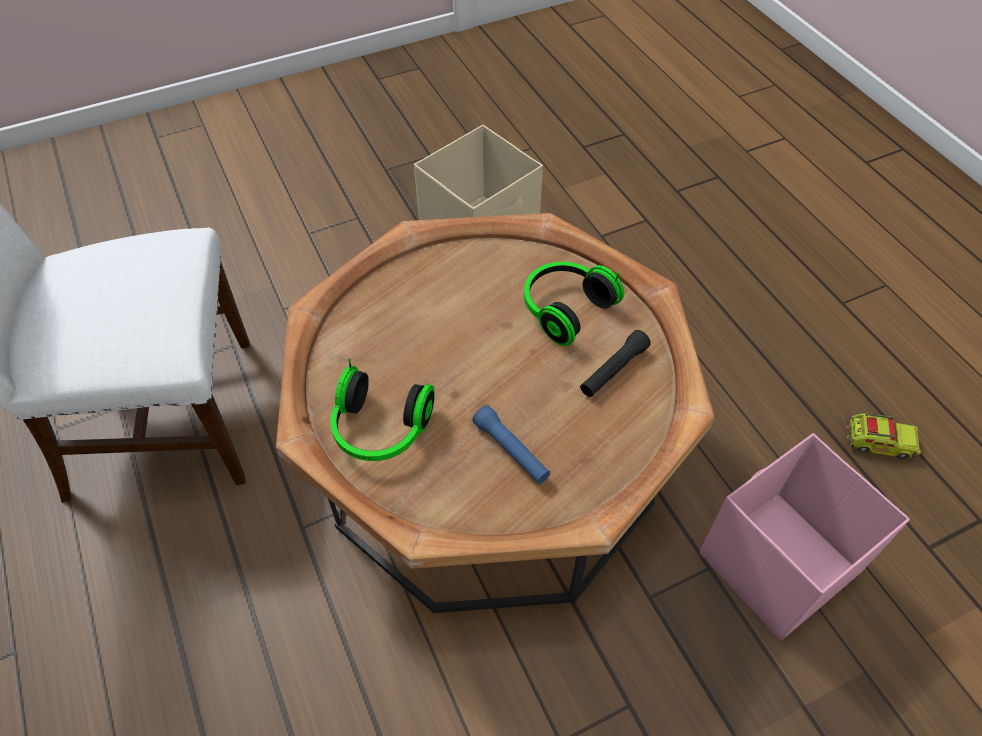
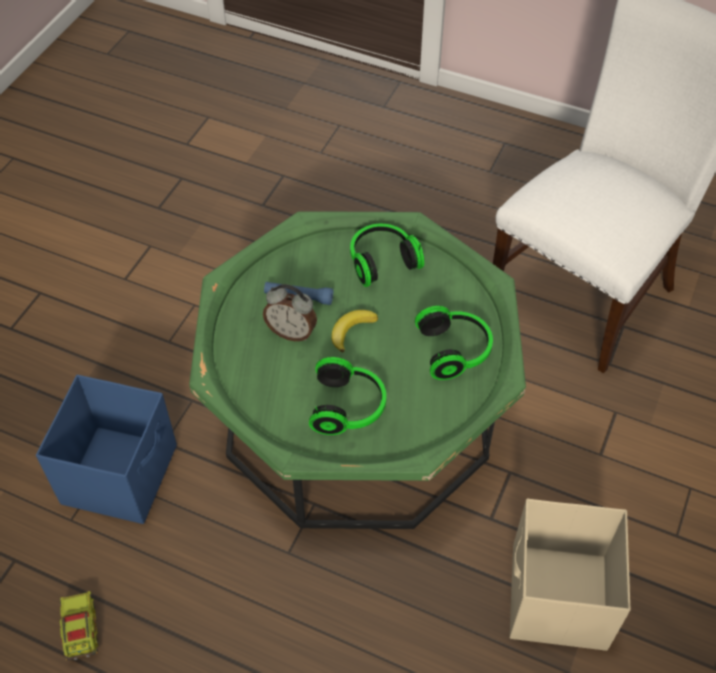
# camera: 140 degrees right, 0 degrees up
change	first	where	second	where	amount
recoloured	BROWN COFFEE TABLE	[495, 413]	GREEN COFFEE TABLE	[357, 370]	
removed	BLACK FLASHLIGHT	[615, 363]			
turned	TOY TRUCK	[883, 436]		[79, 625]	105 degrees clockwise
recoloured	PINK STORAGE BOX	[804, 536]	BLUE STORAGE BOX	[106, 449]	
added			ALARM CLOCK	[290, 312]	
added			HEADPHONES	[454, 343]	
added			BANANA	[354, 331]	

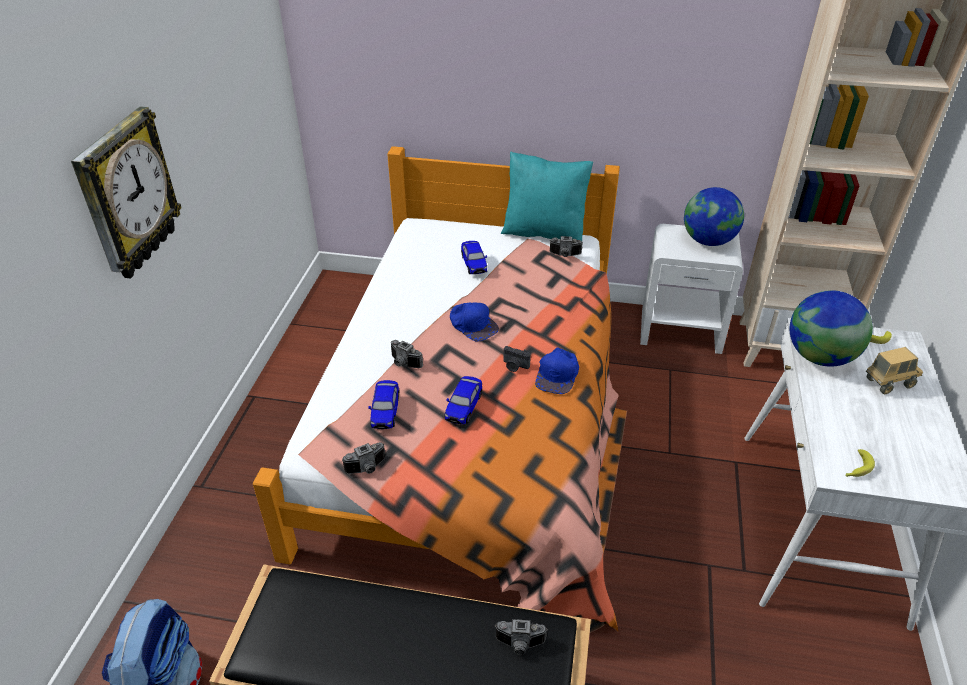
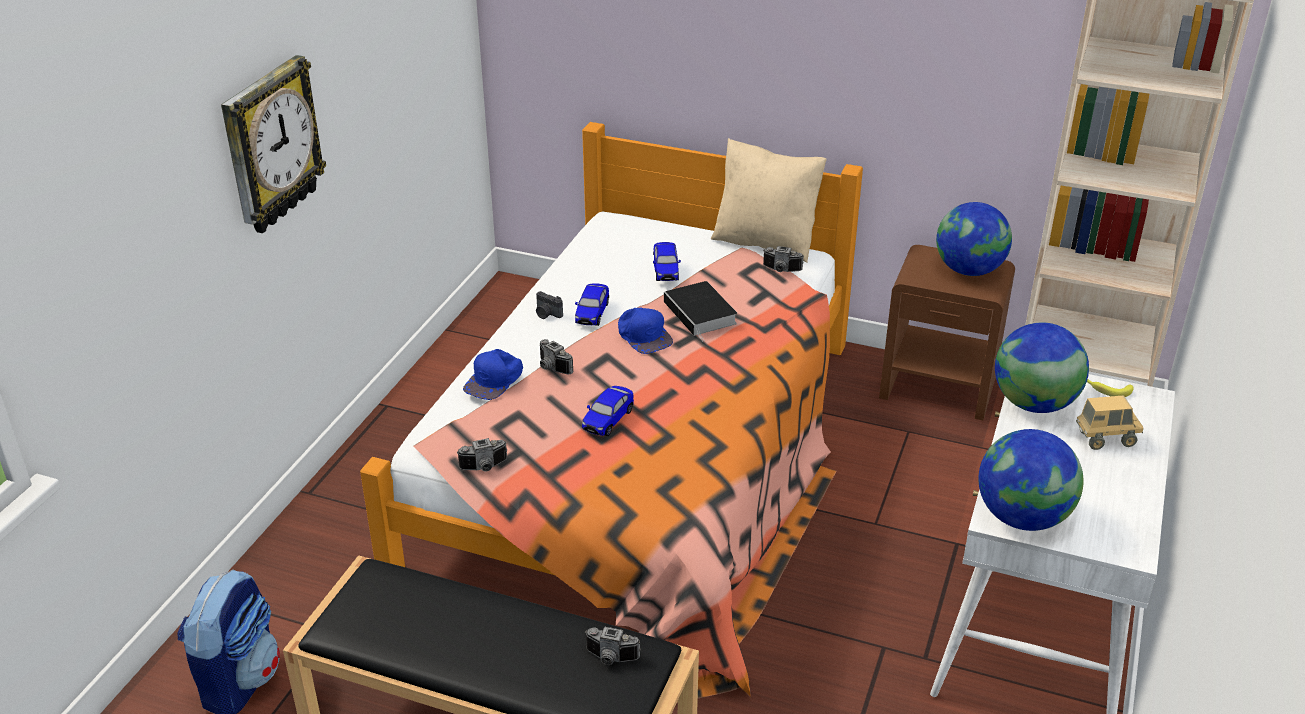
# camera: 10 degrees right, 5 degrees down
change	first	where	second	where	amount
recoloured	TURQUOISE PILLOW	[547, 196]	BEIGE PILLOW	[769, 200]	
recoloured	WHITE NIGHTSTAND	[691, 289]	BROWN NIGHTSTAND	[947, 332]	
moved	PHOTO CAMERA	[517, 359]		[549, 305]	
moved	BLUE CAP	[557, 371]		[493, 374]	
moved	TOY CAR	[383, 404]		[592, 304]	
replaced	BANANA	[860, 463]	GLOBE	[1031, 480]	
added			BOOK	[700, 311]	

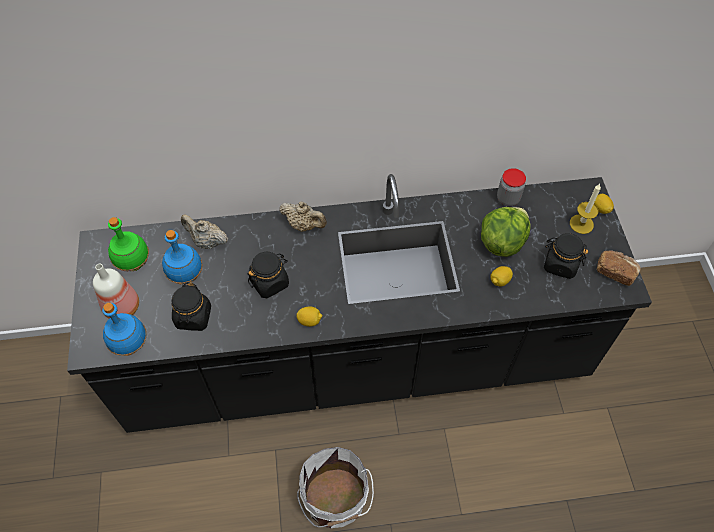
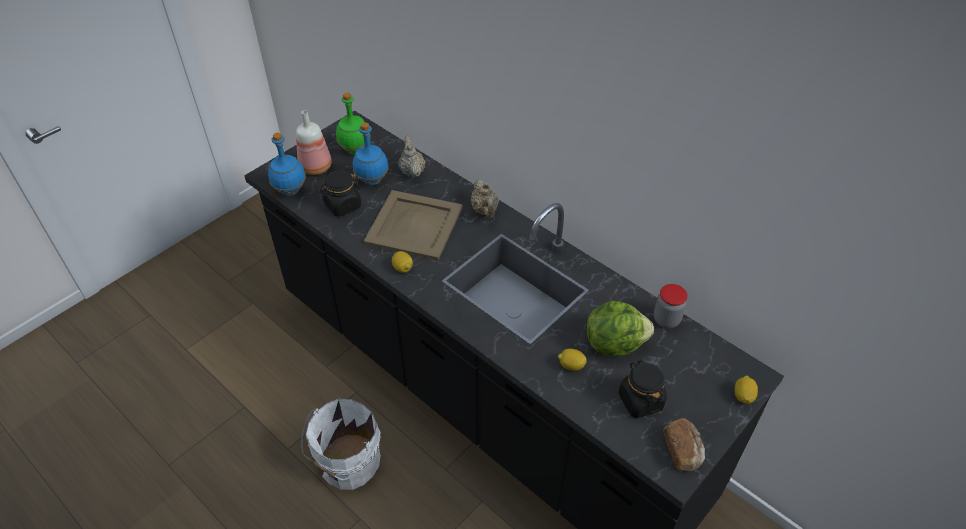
# camera: 50 degrees right, 10 degrees down
change	first	where	second	where	amount
removed	CANDLE	[585, 209]			
replaced	BLACK JAR	[268, 275]	BEIGE TRAY	[413, 225]	

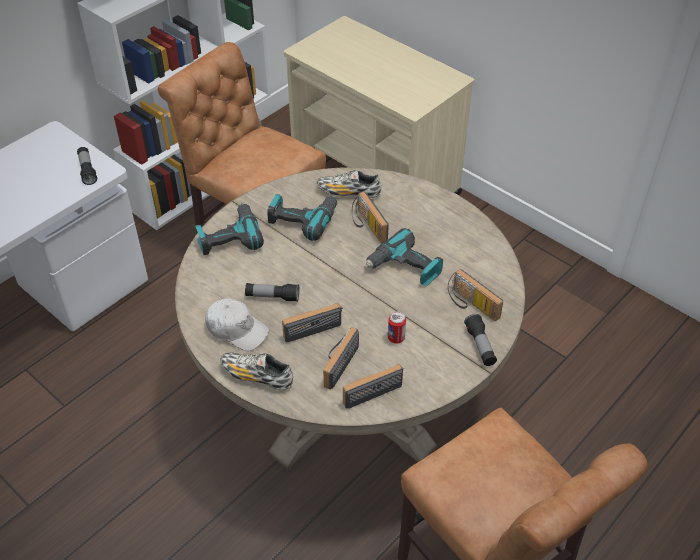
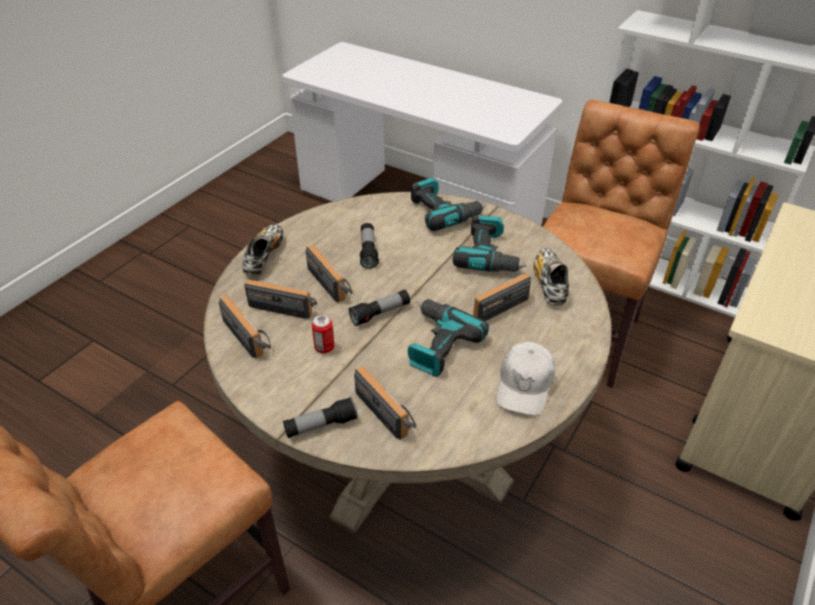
# camera: 80 degrees right, 5 degrees down
change	first	where	second	where	amount
moved	FLASHLIGHT	[87, 166]		[379, 308]	
turned	RADIO	[475, 295]		[385, 403]	105 degrees clockwise
moved	WHITE CAP	[237, 324]		[525, 379]	

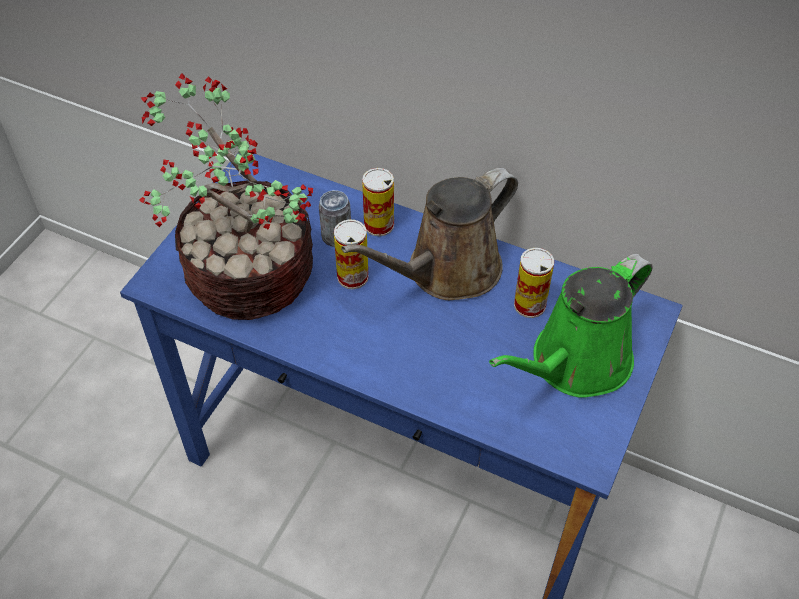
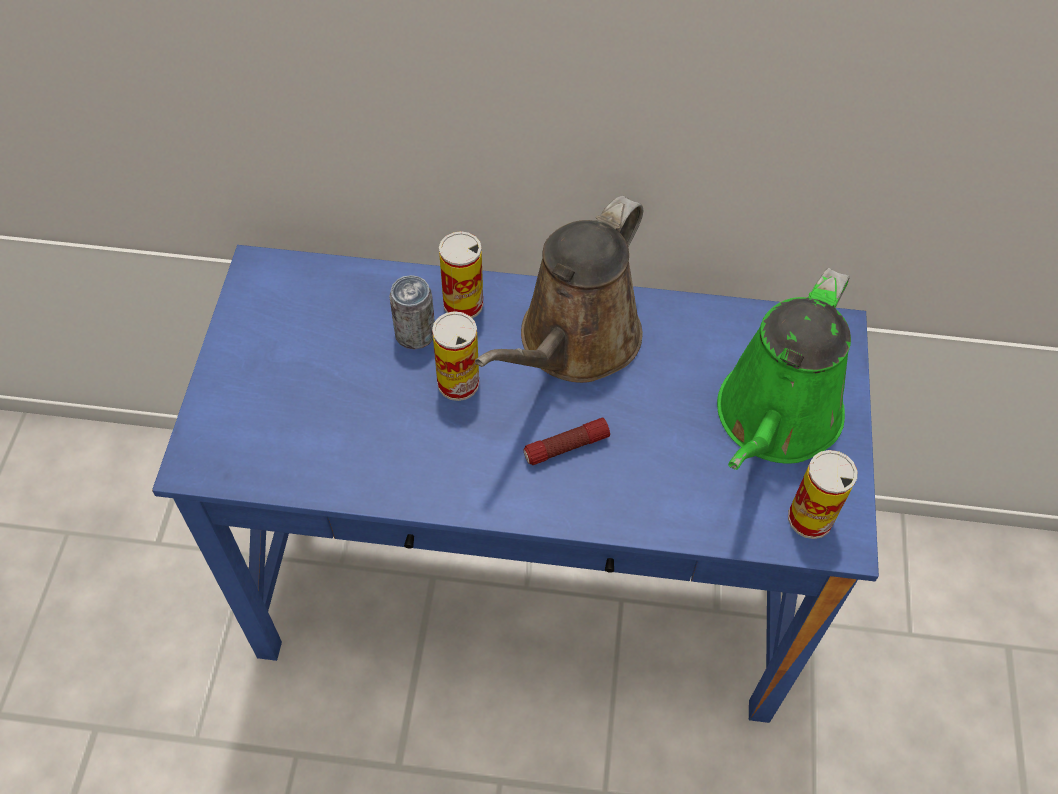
# camera: 20 degrees left, 5 degrees up
change	first	where	second	where	amount
removed	POTTED PLANT	[226, 196]			
moved	CAN	[534, 283]		[822, 494]	
added			FLASHLIGHT	[567, 441]	

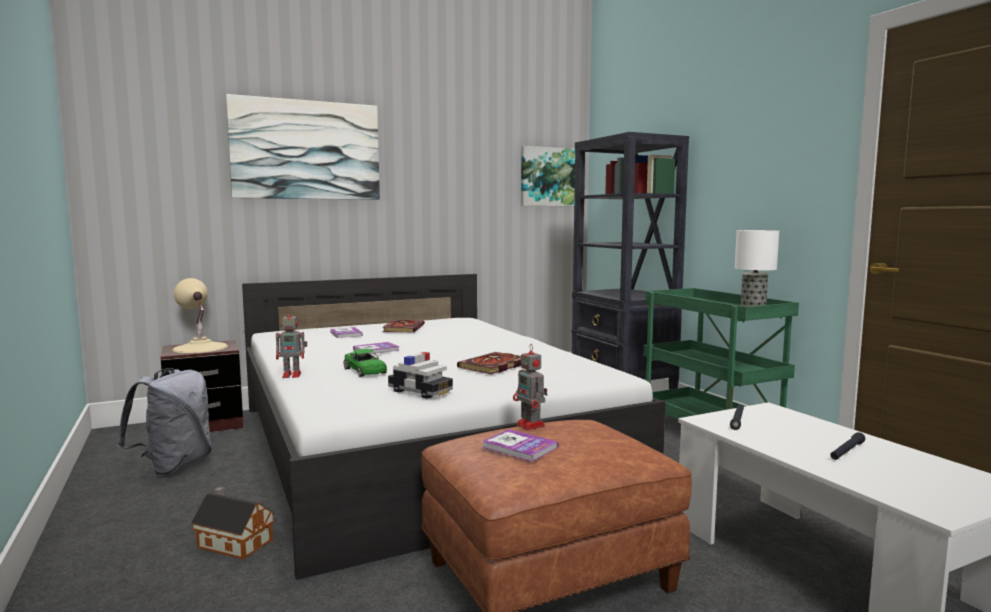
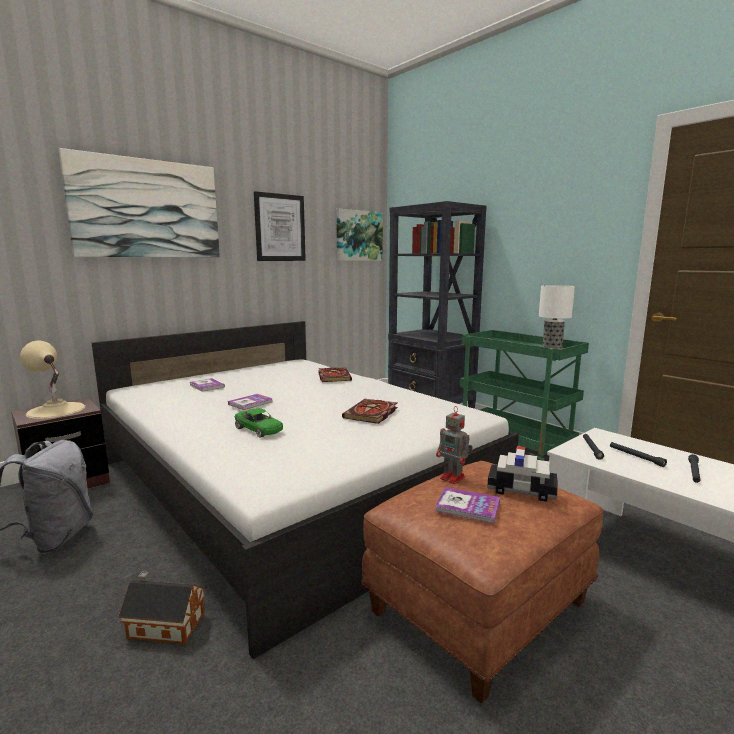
# camera: 15 degrees left, 5 degrees up
change	first	where	second	where	amount
removed	TOY ROBOT	[292, 343]			
moved	BOOK	[403, 326]		[335, 374]	
moved	TOY CAR	[420, 375]		[522, 474]	
added			PICTURE	[280, 226]	
added			BLACK FLASHLIGHT	[638, 454]	

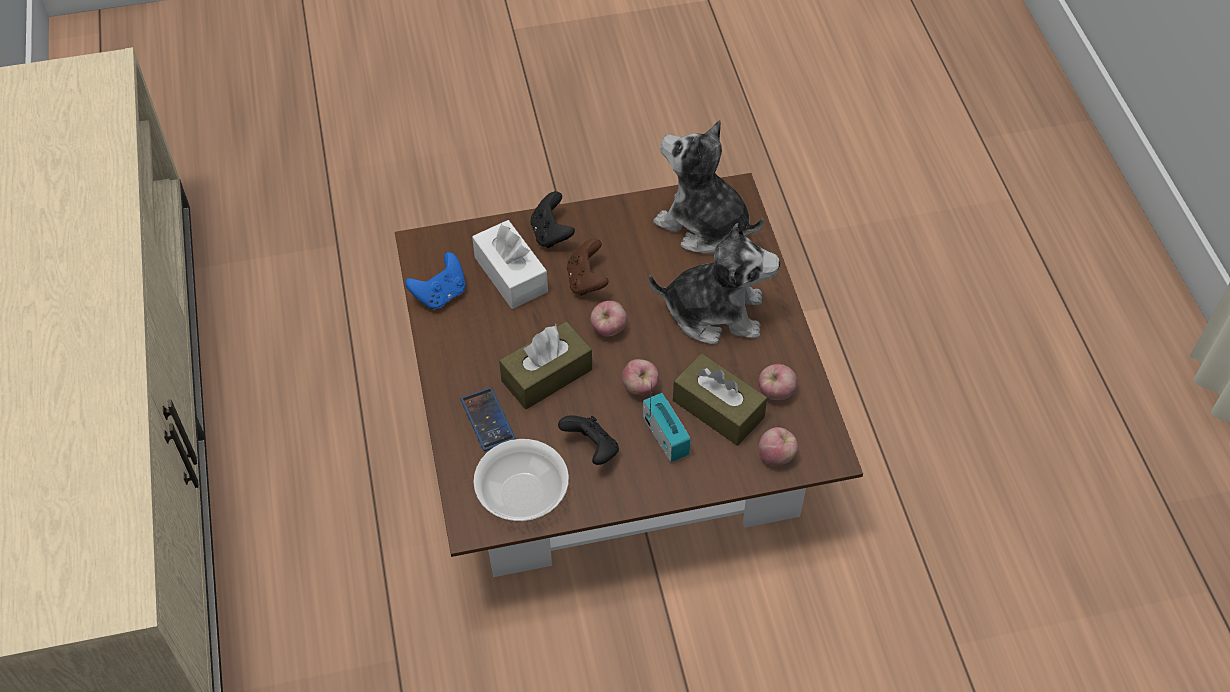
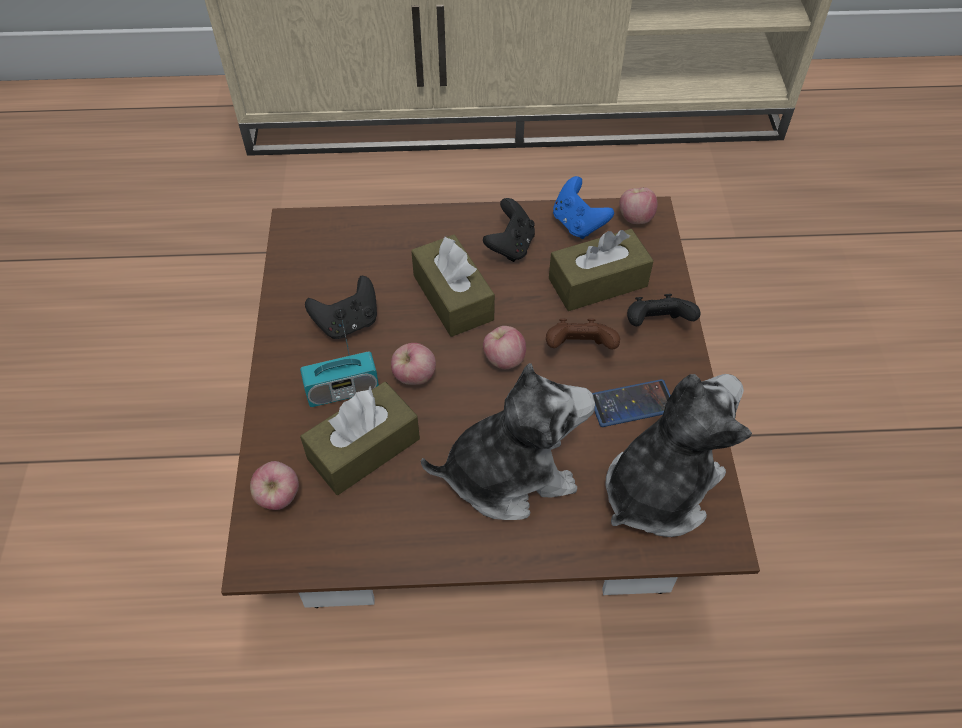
# camera: 100 degrees right, 0 degrees up
change	first	where	second	where	amount
recoloured	WHITE TISSUE BOX	[510, 264]	BROWN TISSUE BOX	[601, 270]	
turned	PLUSH TOY	[714, 284]		[508, 441]	120 degrees counterclockwise
moved	APPLE	[778, 382]		[638, 205]	
moved	PHONE	[488, 419]		[631, 403]	
removed	BOWL	[521, 480]			
added			BLACK GAME CONTROLLER	[509, 230]	

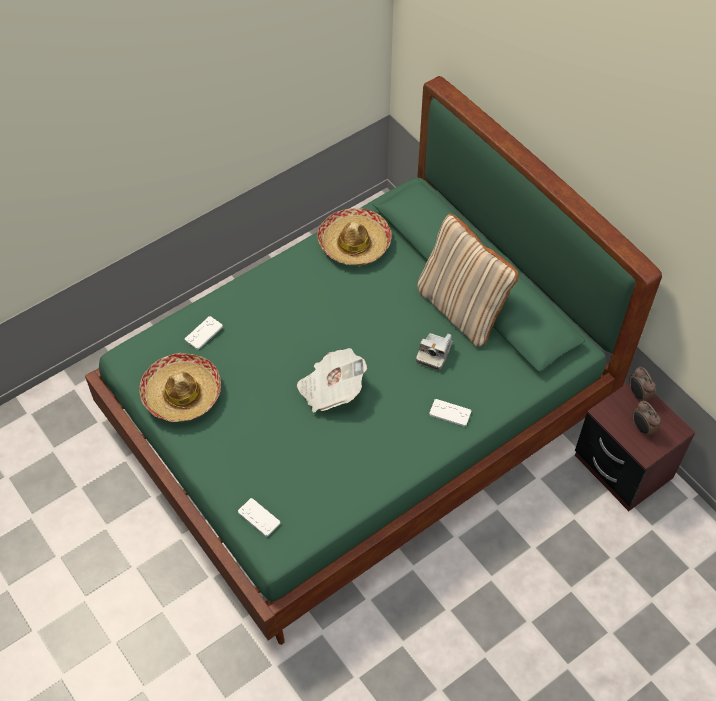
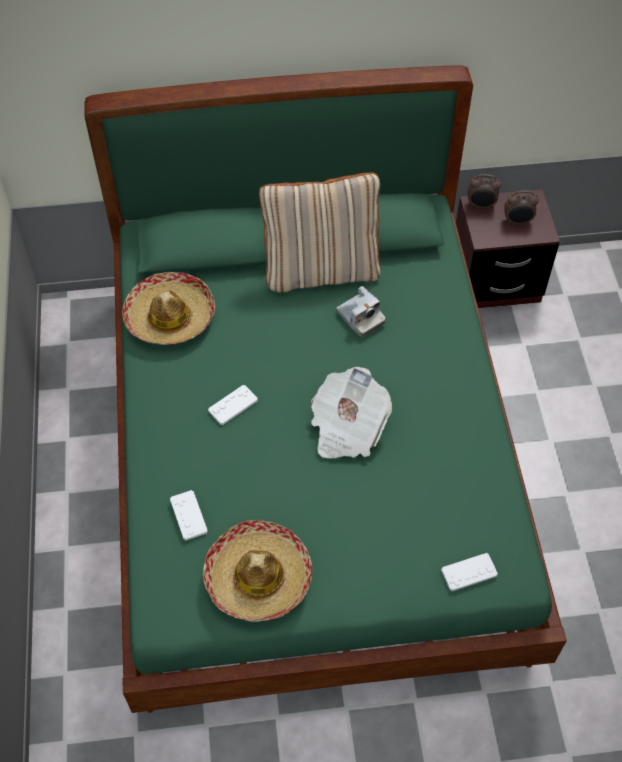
# camera: 60 degrees left, 0 degrees up
change	first	where	second	where	amount
moved	WHITE GAME CONTROLLER	[450, 413]		[233, 405]	

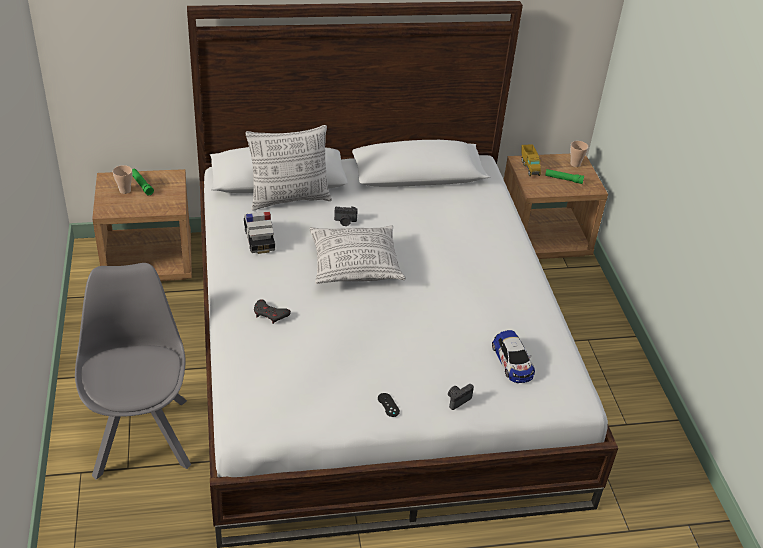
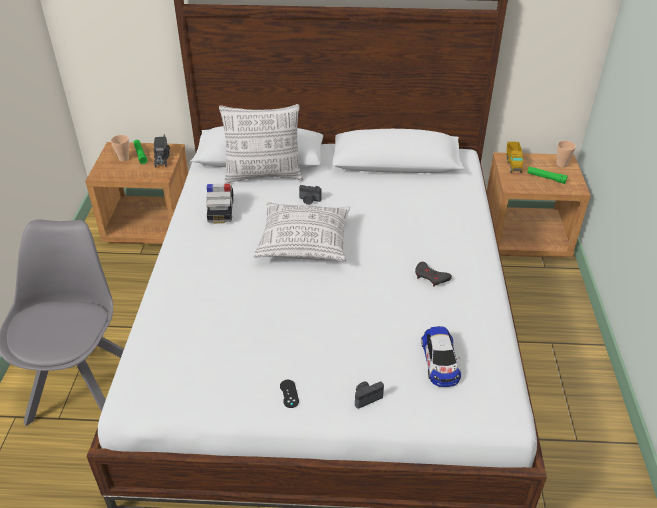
# camera: 15 degrees right, 0 degrees up
change	first	where	second	where	amount
moved	GREY GAME CONTROLLER	[272, 311]		[433, 274]	
added			TOY TRUCK	[161, 151]	

